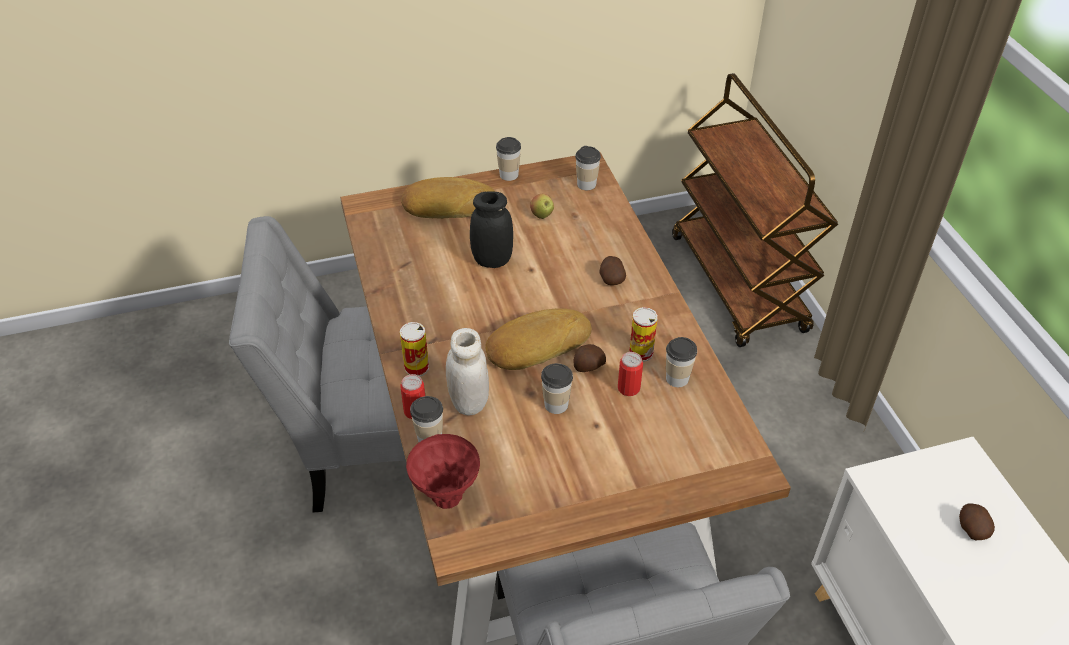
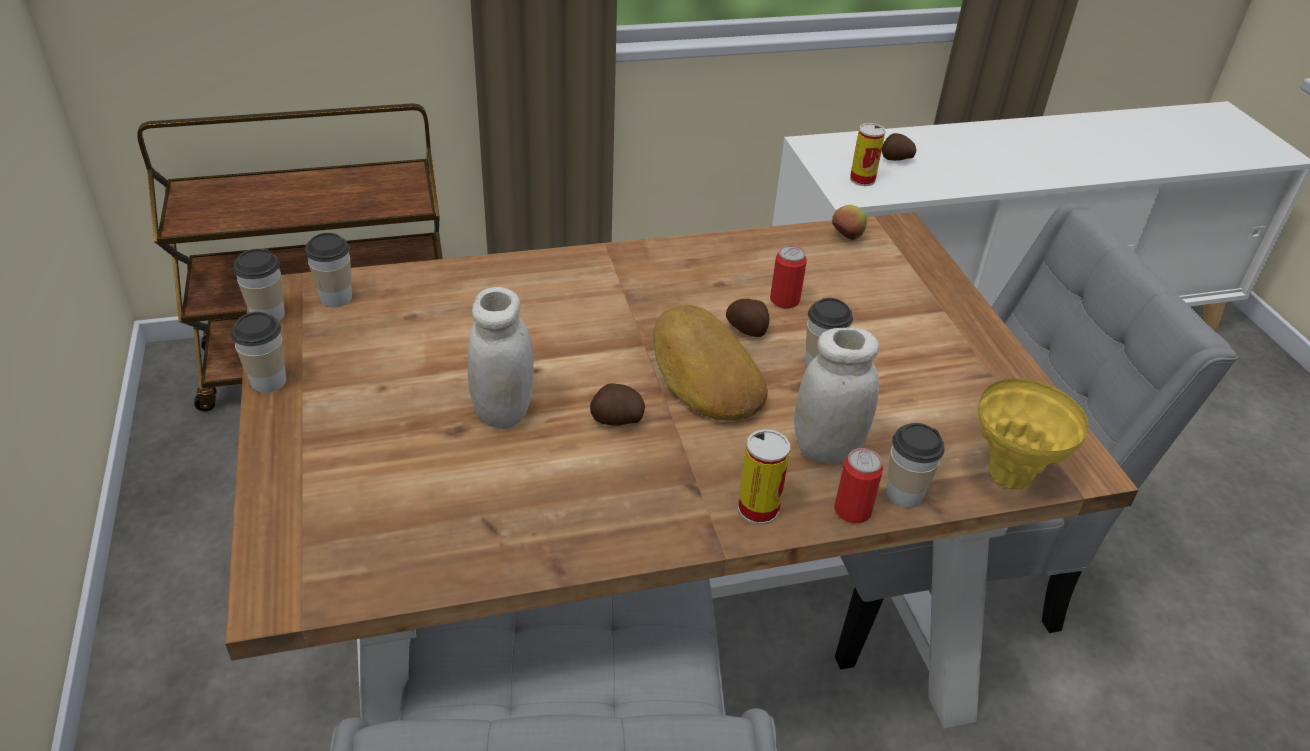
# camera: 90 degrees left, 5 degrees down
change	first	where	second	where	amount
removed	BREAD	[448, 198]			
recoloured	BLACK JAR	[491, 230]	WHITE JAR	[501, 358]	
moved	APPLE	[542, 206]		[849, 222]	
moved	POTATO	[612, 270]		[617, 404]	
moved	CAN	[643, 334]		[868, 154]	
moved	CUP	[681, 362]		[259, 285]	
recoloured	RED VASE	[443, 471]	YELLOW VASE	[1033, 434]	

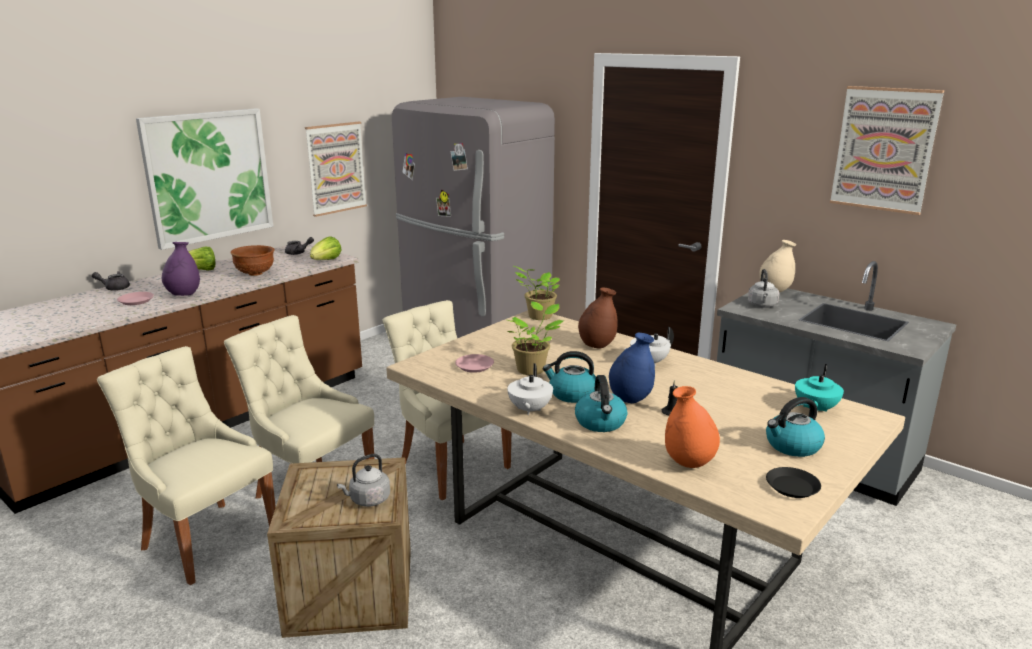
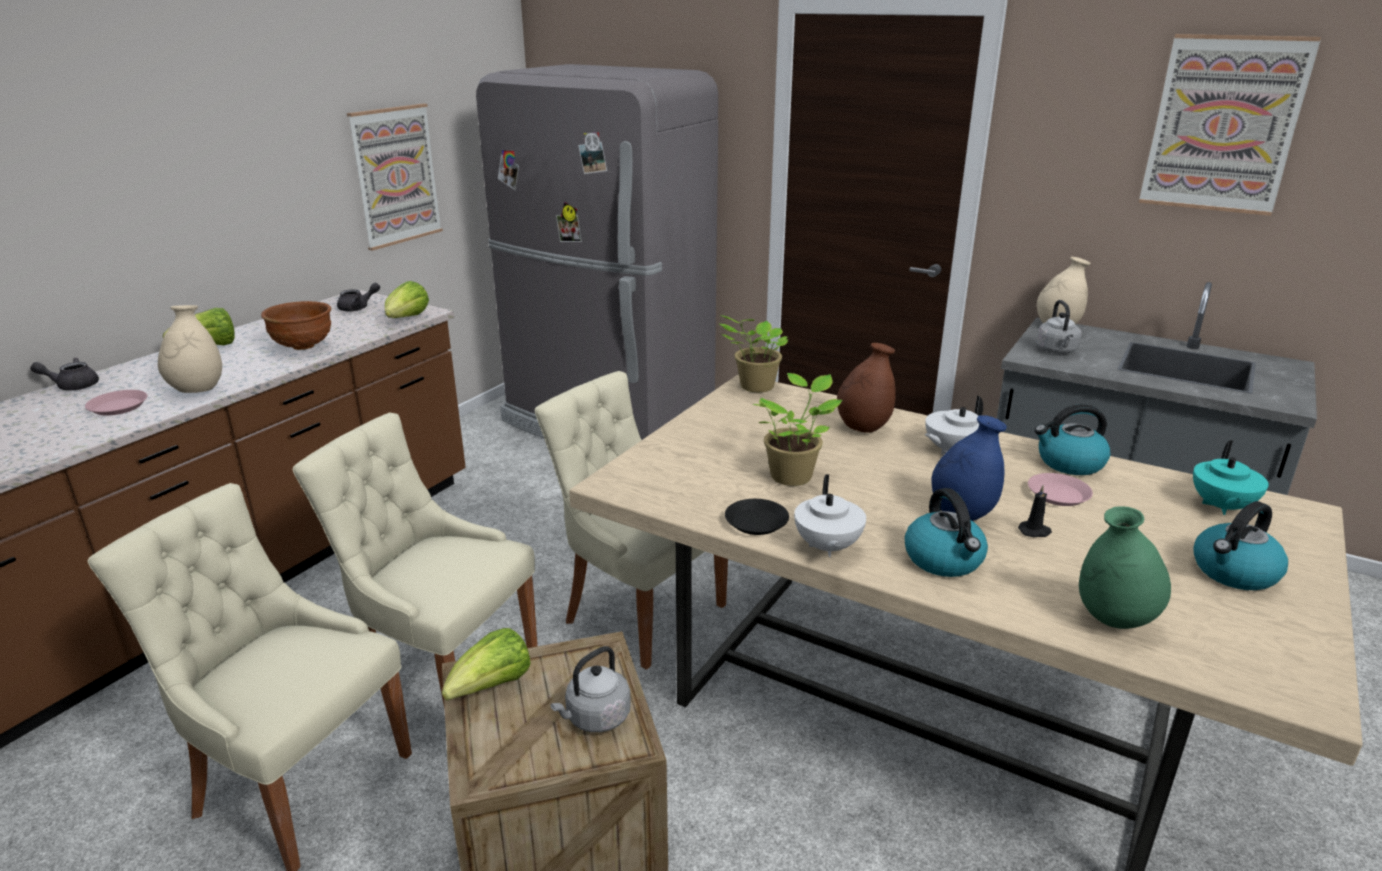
# camera: 10 degrees left, 5 degrees up
change	first	where	second	where	amount
removed	PICTURE	[204, 179]			
recoloured	PURPLE VASE	[181, 269]	BEIGE VASE	[190, 349]	
moved	KETTLE	[569, 377]		[1072, 439]	
moved	PINK PLATE	[474, 363]		[1060, 489]	
recoloured	ORANGE VASE	[692, 427]	GREEN VASE	[1125, 567]	
moved	BLACK PLATE	[793, 482]		[757, 517]	
added			LETTUCE	[486, 664]	

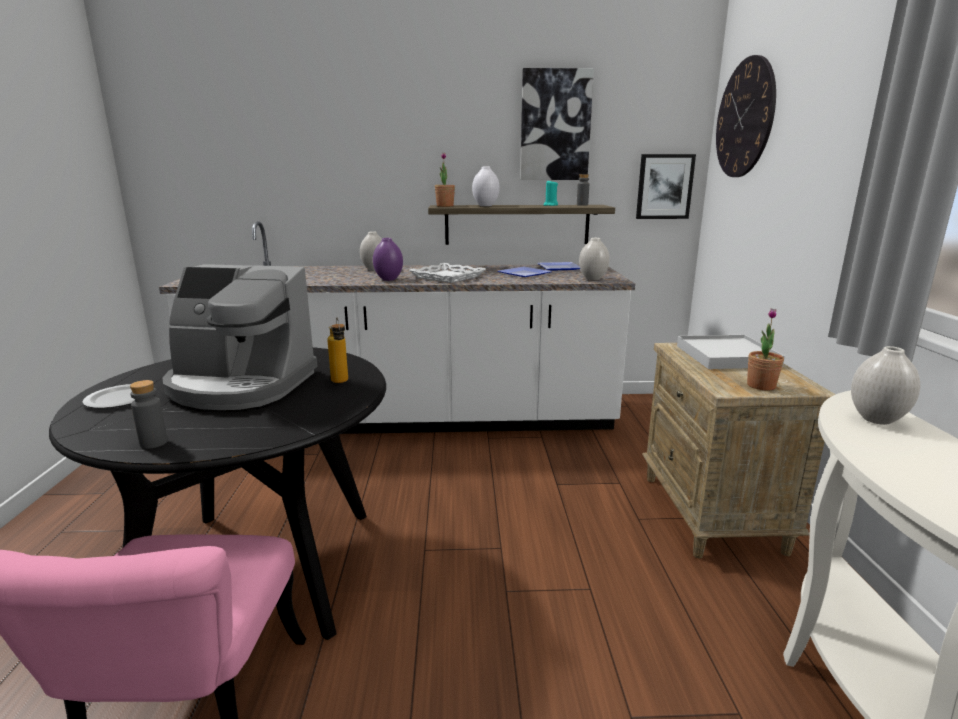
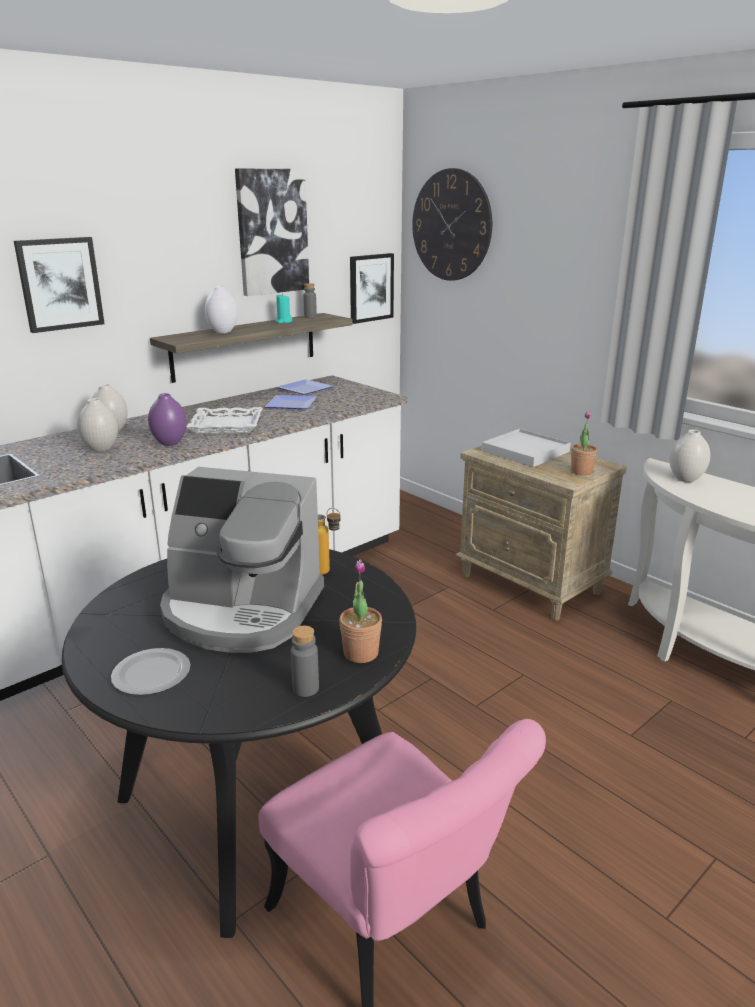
# camera: 40 degrees left, 5 degrees up
change	first	where	second	where	amount
moved	POTTED PLANT	[445, 180]		[360, 611]	
moved	WHITE VASE	[594, 259]		[97, 425]	
turned	COFFEE MACHINE	[240, 337]		[242, 560]	45 degrees clockwise
added			PICTURE	[59, 285]	

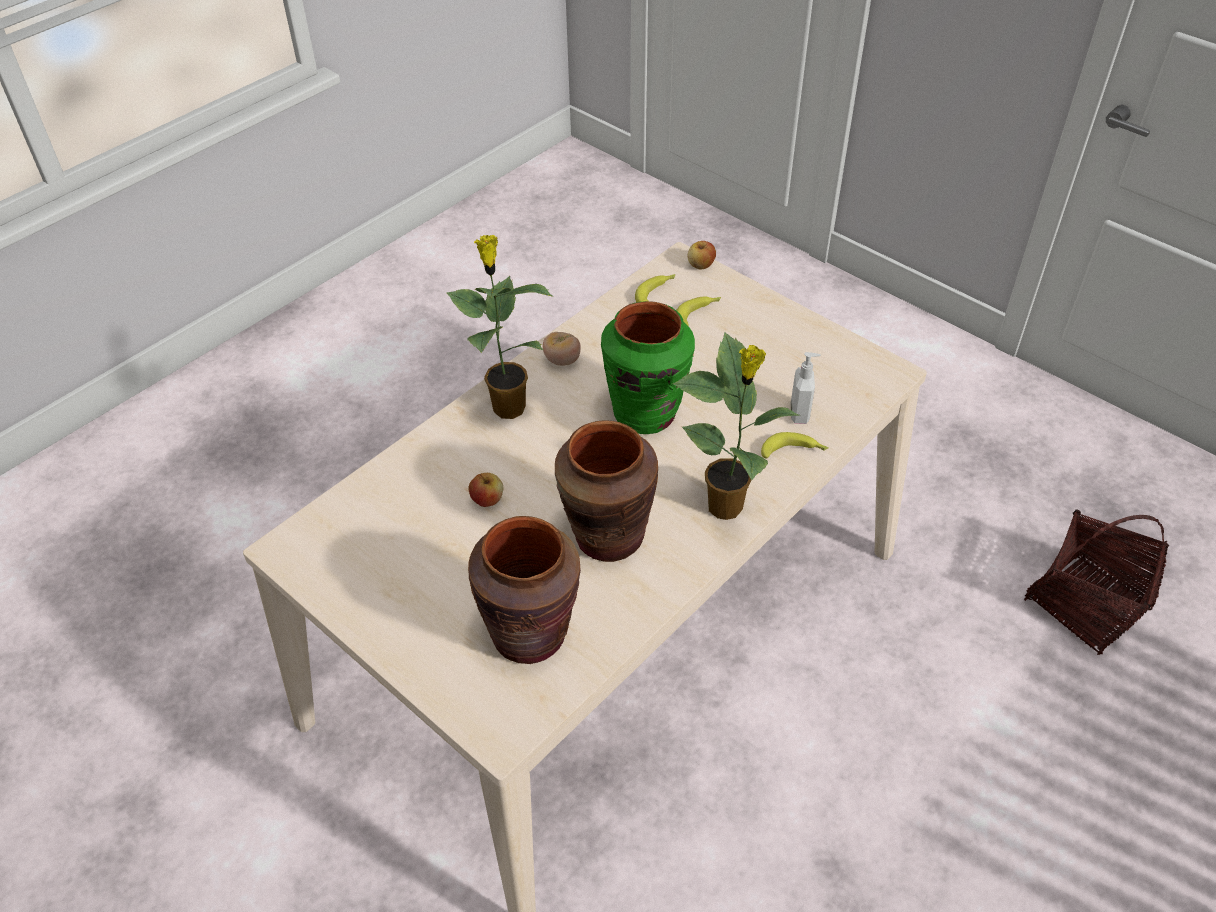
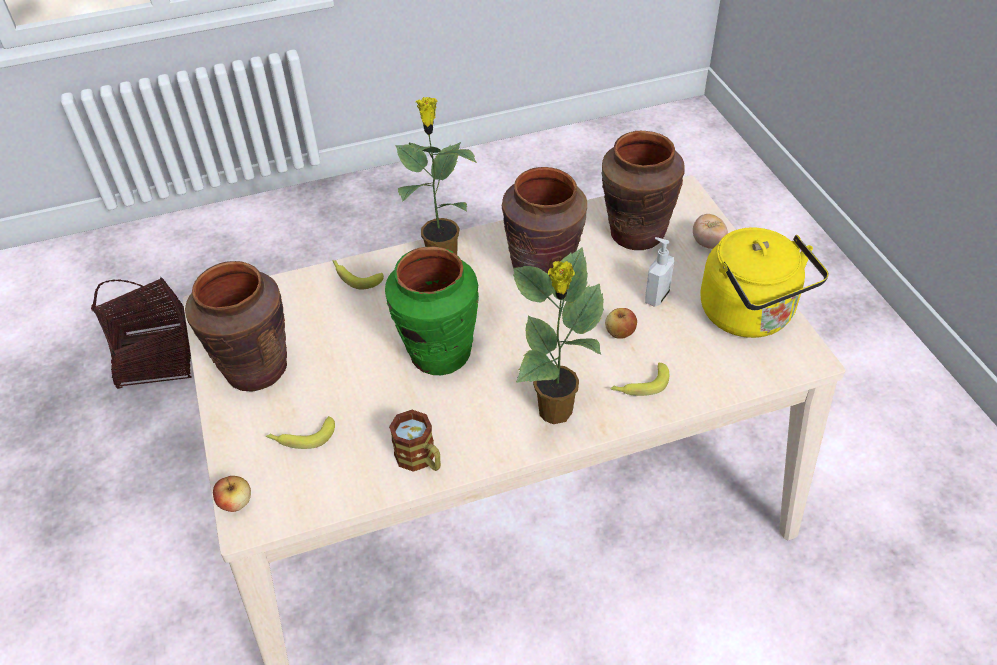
# camera: 150 degrees left, 0 degrees up
change	first	where	second	where	amount
moved	BANANA	[655, 288]		[640, 379]	
moved	TOMATO	[562, 349]		[710, 231]	
moved	SOAP DISPENSER	[806, 388]		[659, 272]	
added			YELLOW KETTLE	[764, 282]	
added			BROWN VASE	[236, 326]	
added			MUG	[415, 441]	

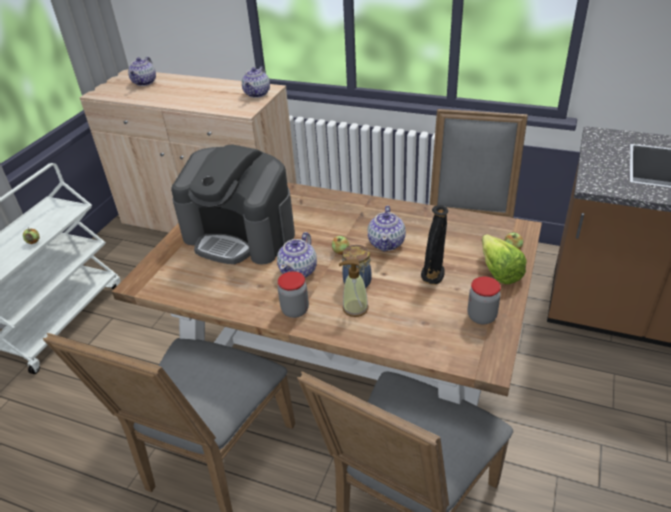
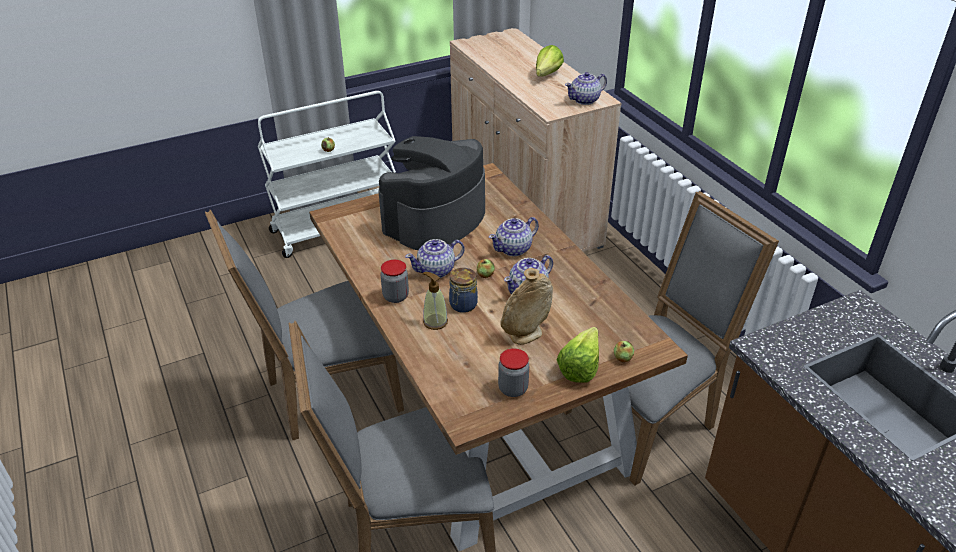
# camera: 40 degrees right, 0 degrees up
change	first	where	second	where	amount
moved	TEAPOT	[142, 71]		[514, 236]	
turned	COFFEE MACHINE	[233, 204]		[431, 193]	60 degrees clockwise
recoloured	BLACK VASE	[434, 245]	BEIGE VASE	[527, 306]	
added			LETTUCE	[550, 61]	

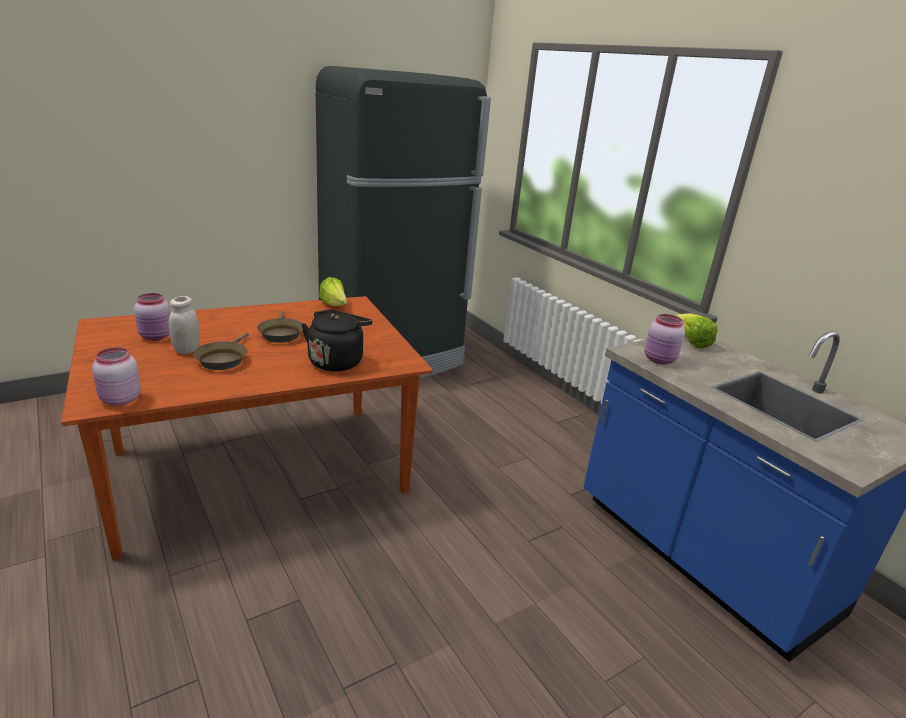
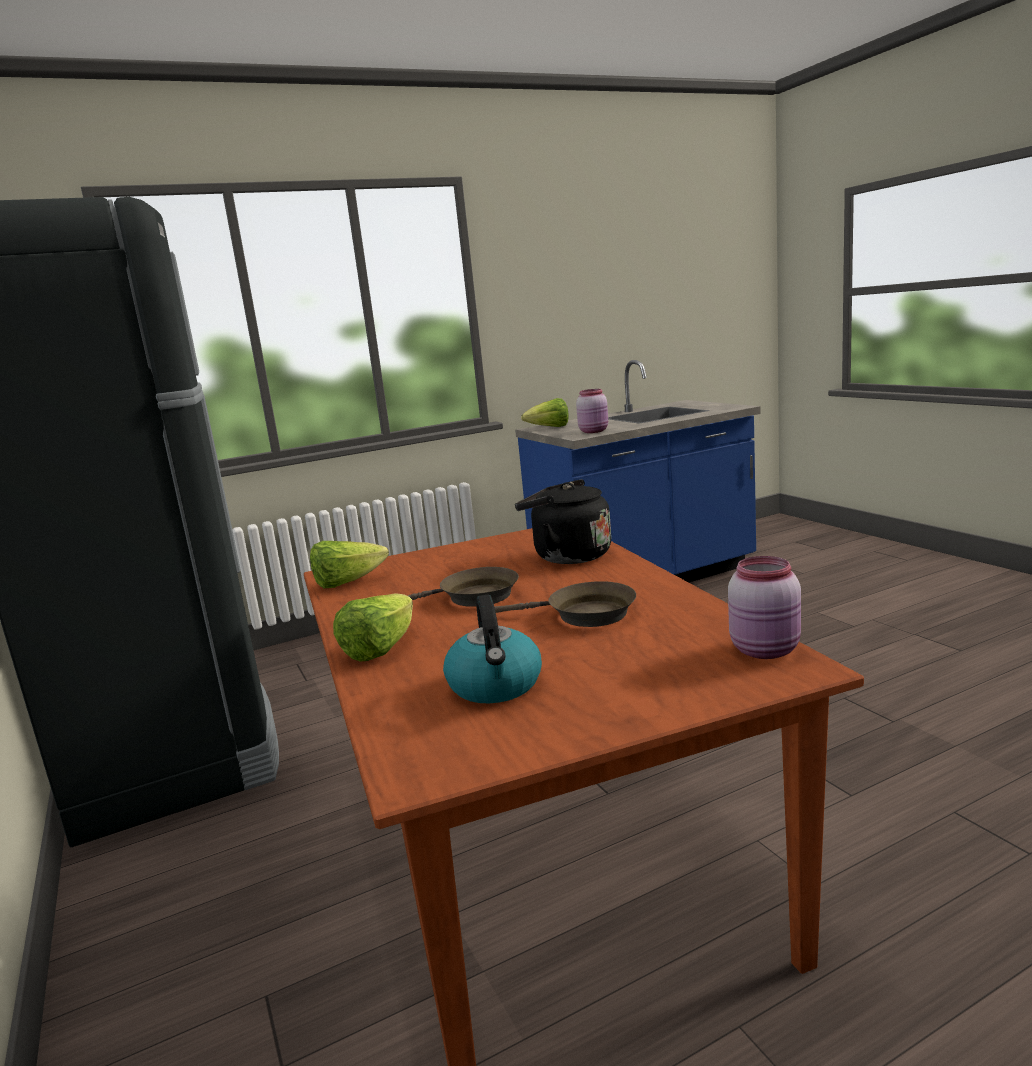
# camera: 80 degrees left, 10 degrees down
change	first	where	second	where	amount
replaced	PINK JAR	[152, 317]	KETTLE	[492, 649]	
removed	WHITE JAR	[184, 325]			
added			LETTUCE	[373, 627]	

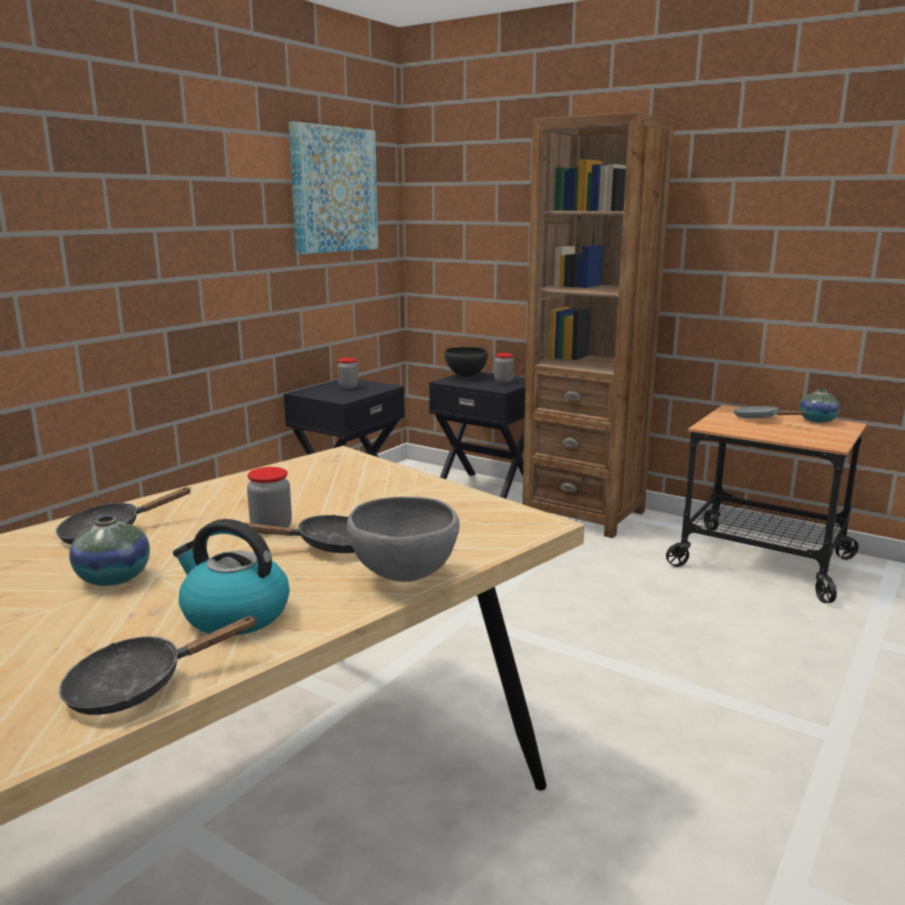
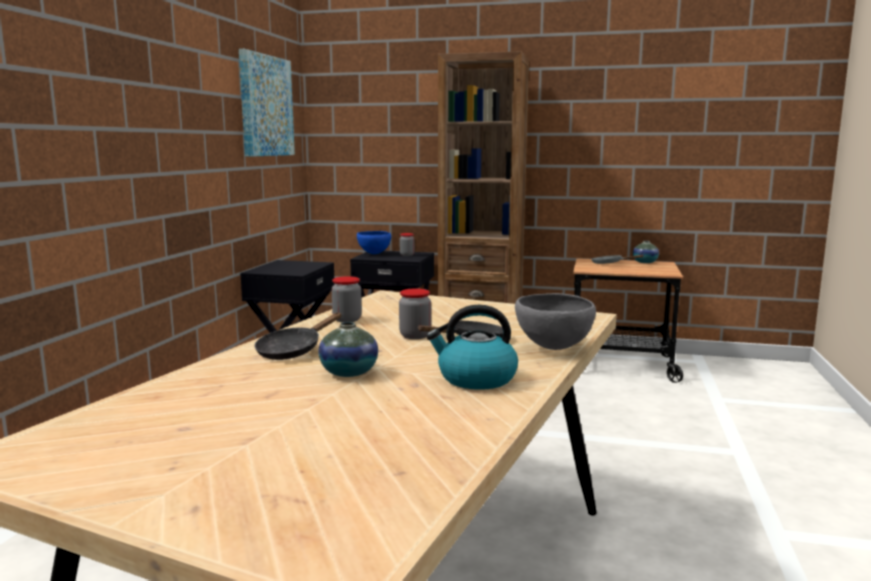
# camera: 20 degrees left, 5 degrees down
change	first	where	second	where	amount
recoloured	BLACK BOWL	[466, 362]	BLUE BOWL	[374, 242]	
moved	JAR	[348, 373]		[347, 299]	
removed	BLACK FRYING PAN	[158, 665]			

